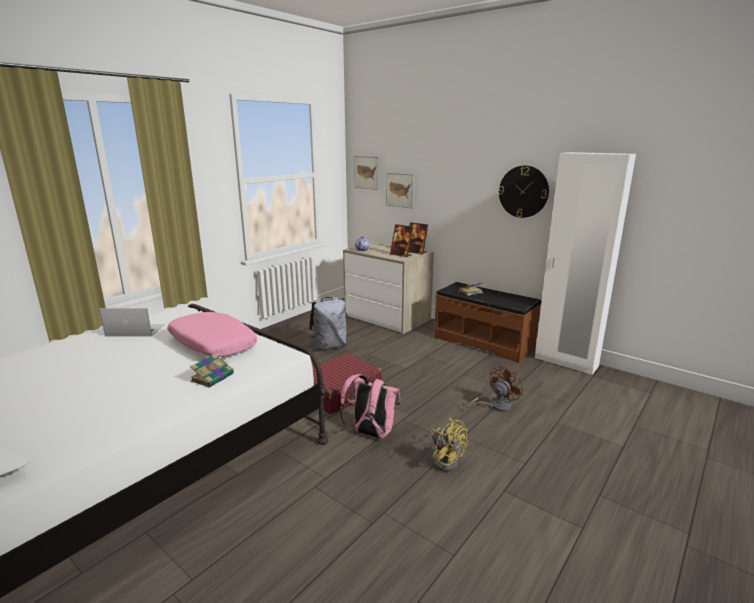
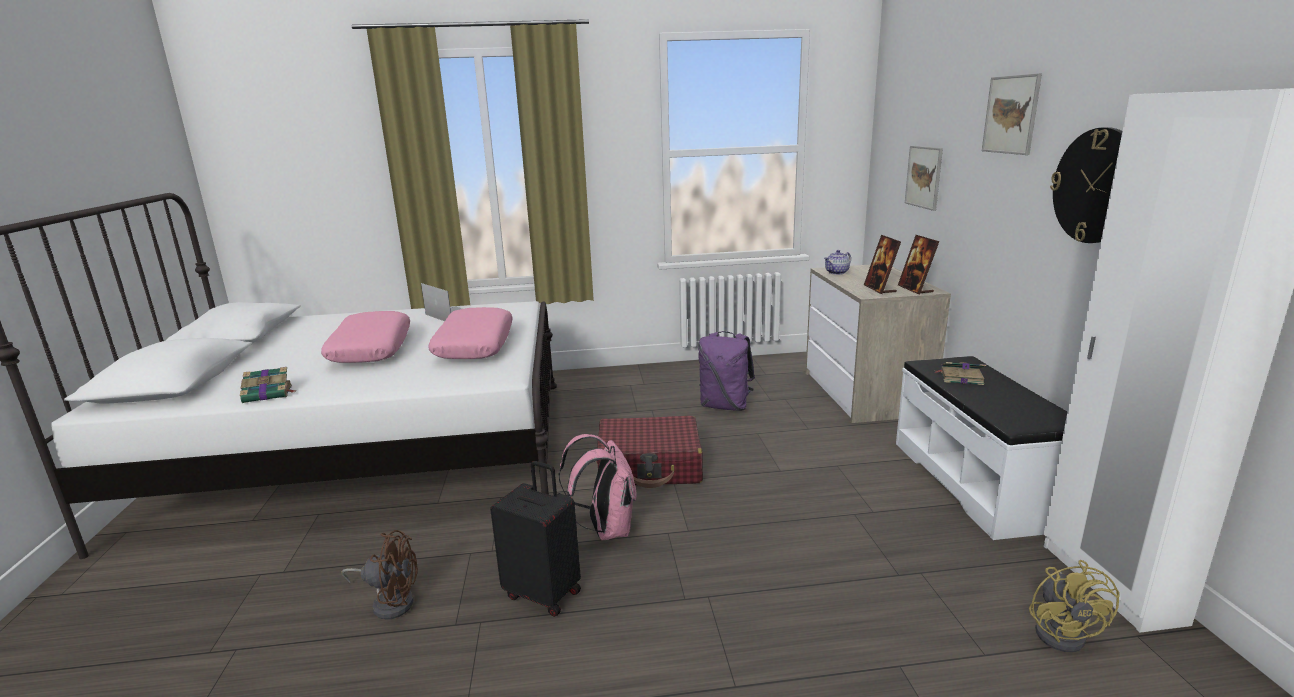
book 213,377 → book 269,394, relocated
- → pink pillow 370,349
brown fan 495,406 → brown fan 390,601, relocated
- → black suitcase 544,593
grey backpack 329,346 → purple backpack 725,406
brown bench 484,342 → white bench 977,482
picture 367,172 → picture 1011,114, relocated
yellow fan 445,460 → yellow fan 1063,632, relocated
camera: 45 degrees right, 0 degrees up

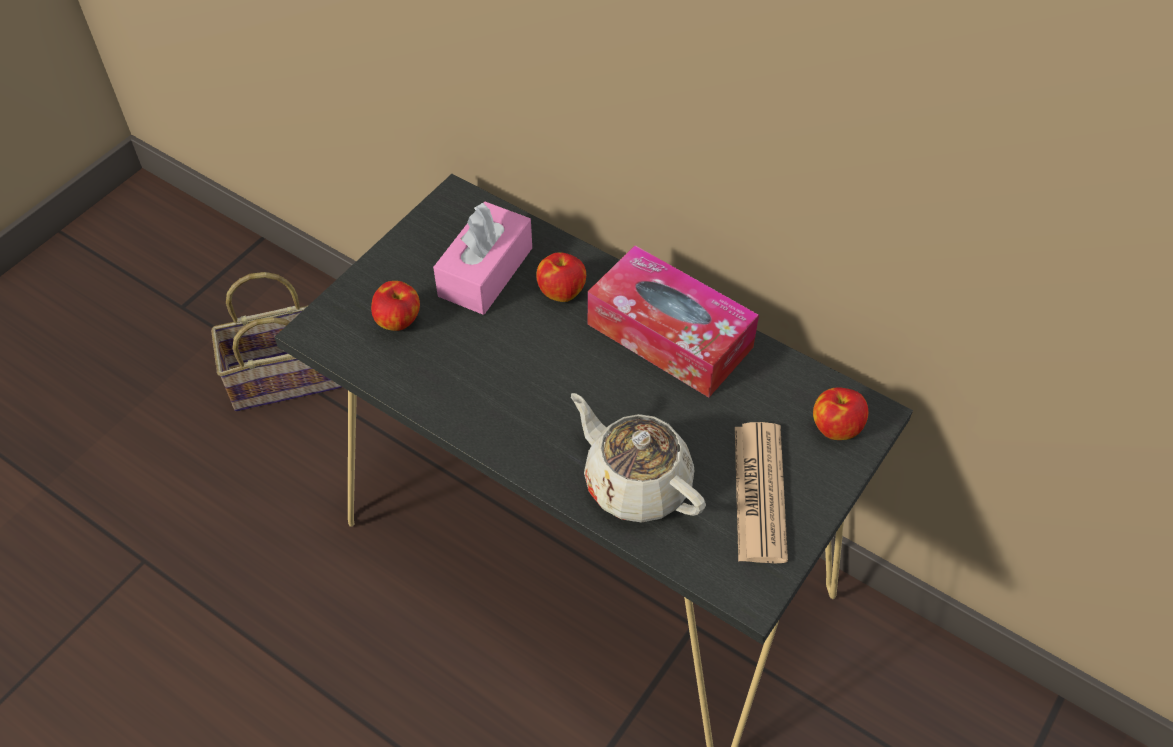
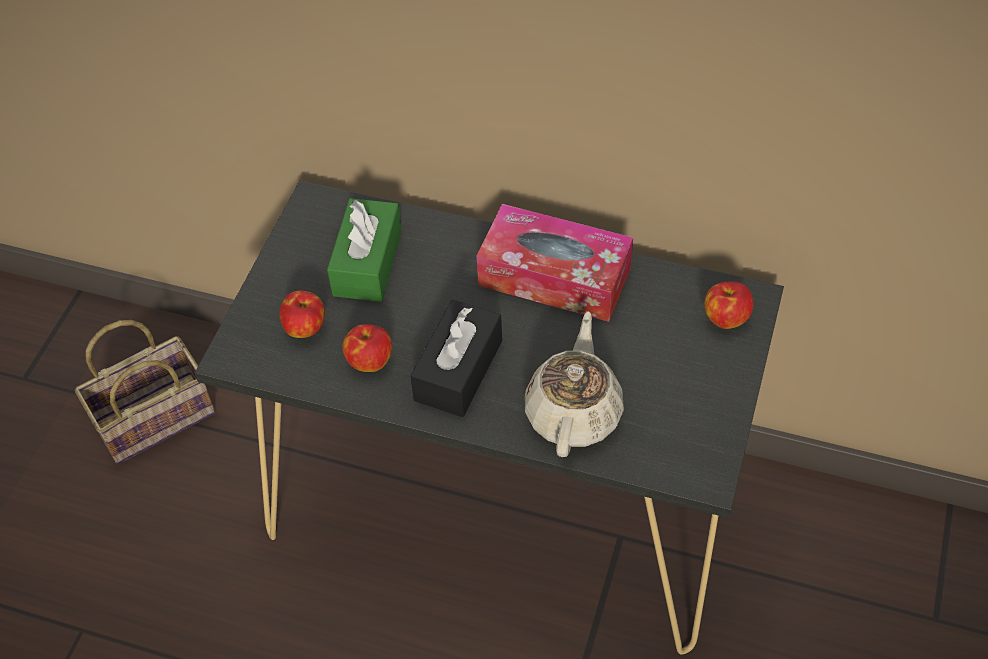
pink tissue box 485,272 → green tissue box 367,262
apple 561,291 → apple 370,361, relocated
- → black tissue box 458,370
beige teapot 635,482 → beige teapot 574,412, 75 degrees clockwise
newspaper 759,493 → -
camera: 15 degrees left, 0 degrees up

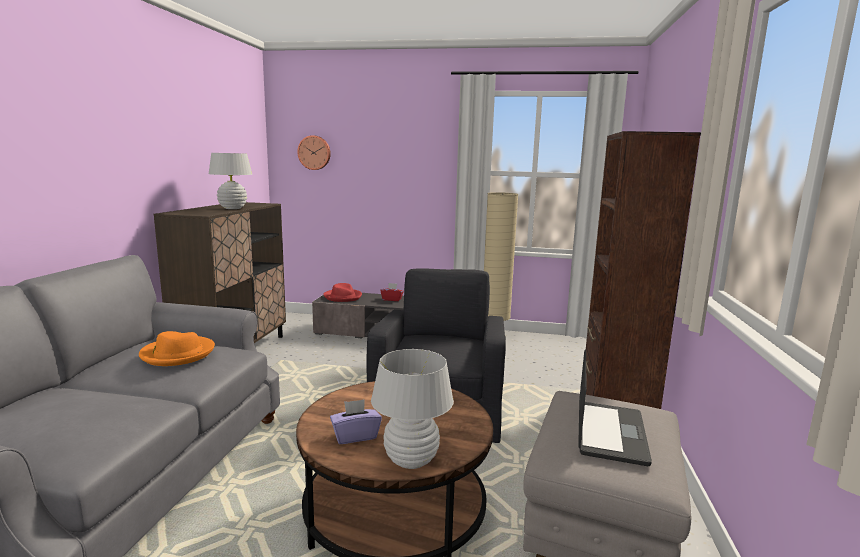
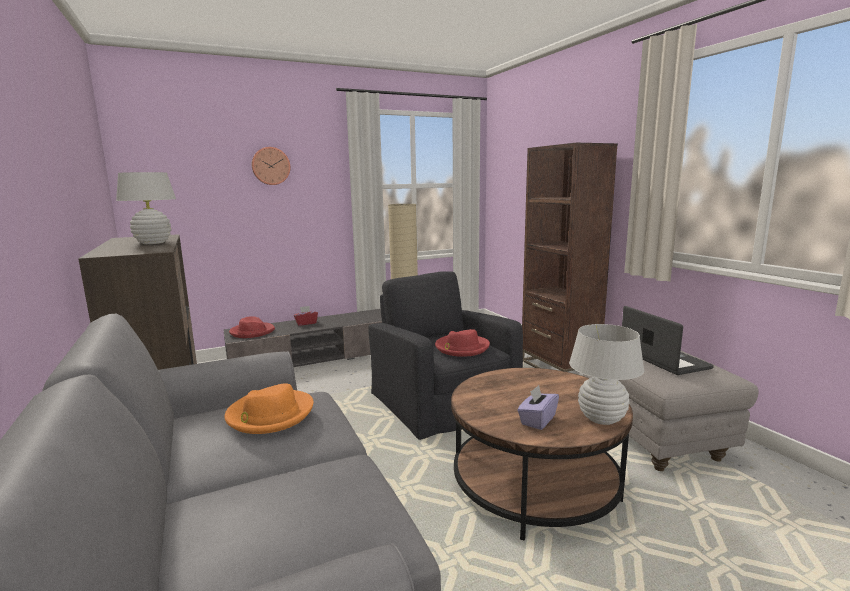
wall clock 314,152 → wall clock 270,166, relocated
- → red hat 461,348
camera: 35 degrees left, 0 degrees up

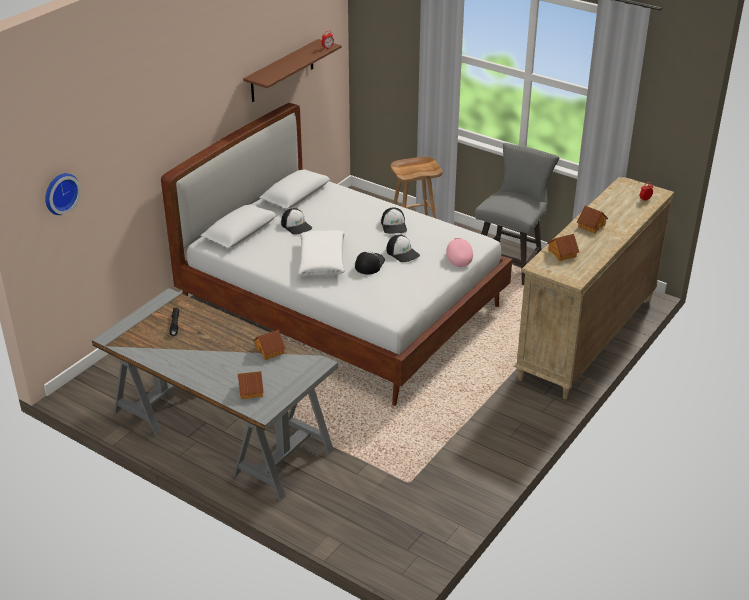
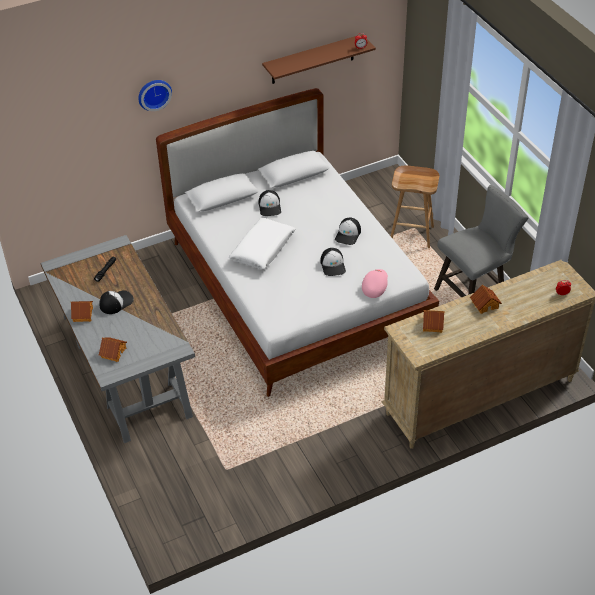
toy house 270,350 → toy house 83,314, relocated
cap 369,264 → cap 116,302, relocated
wall clock 60,193 → wall clock 154,93, relocated
camera: 30 degrees right, 10 degrees up

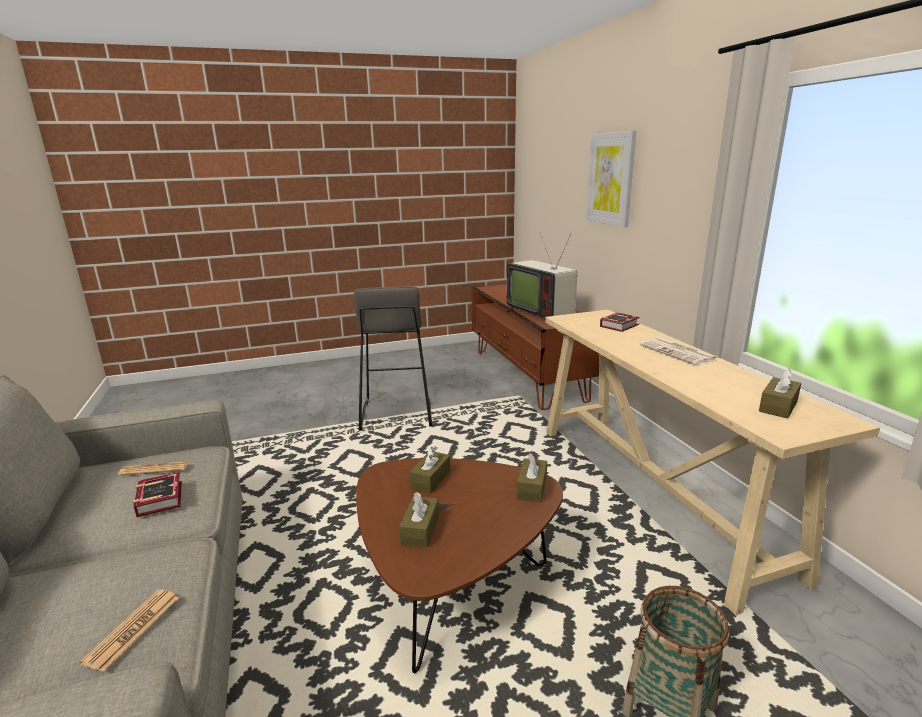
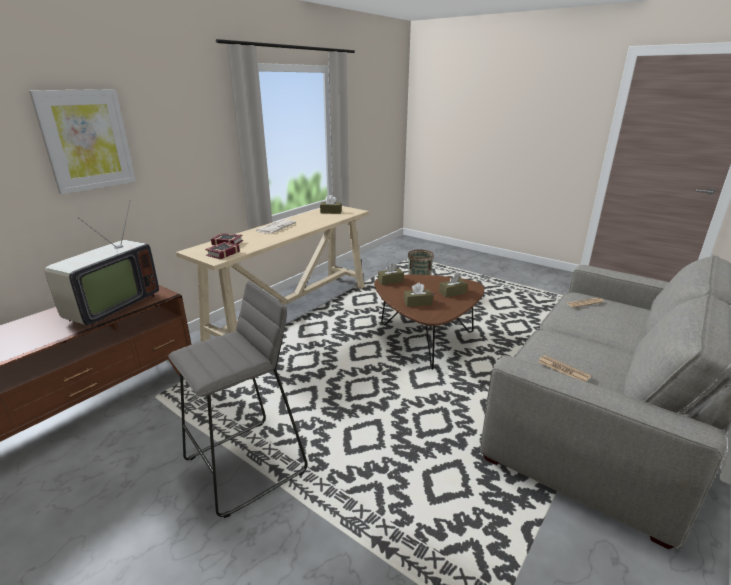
book 162,497 → book 221,254, relocated
camera: 125 degrees left, 5 degrees up

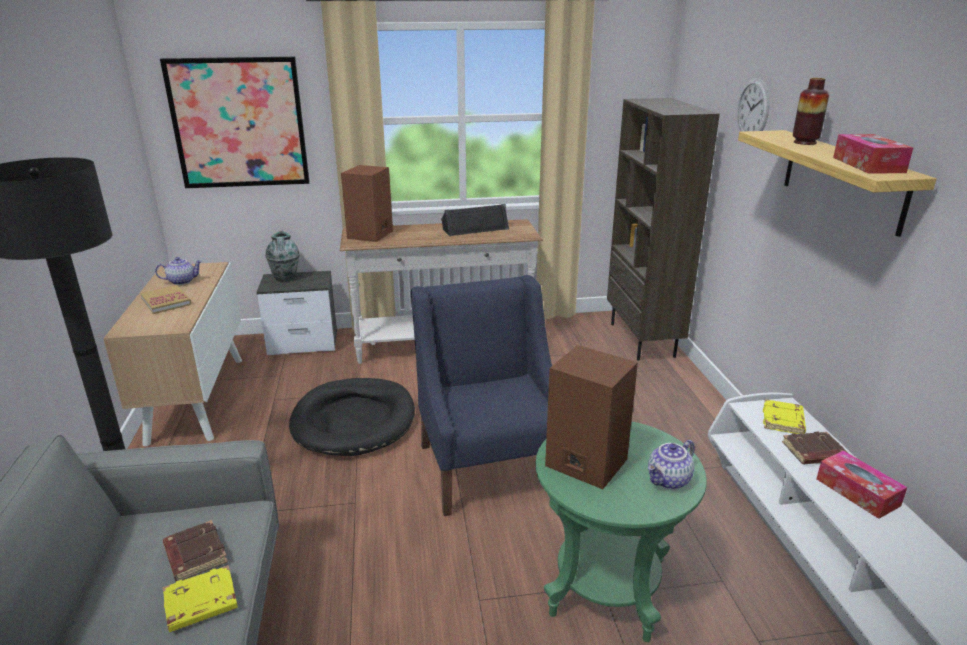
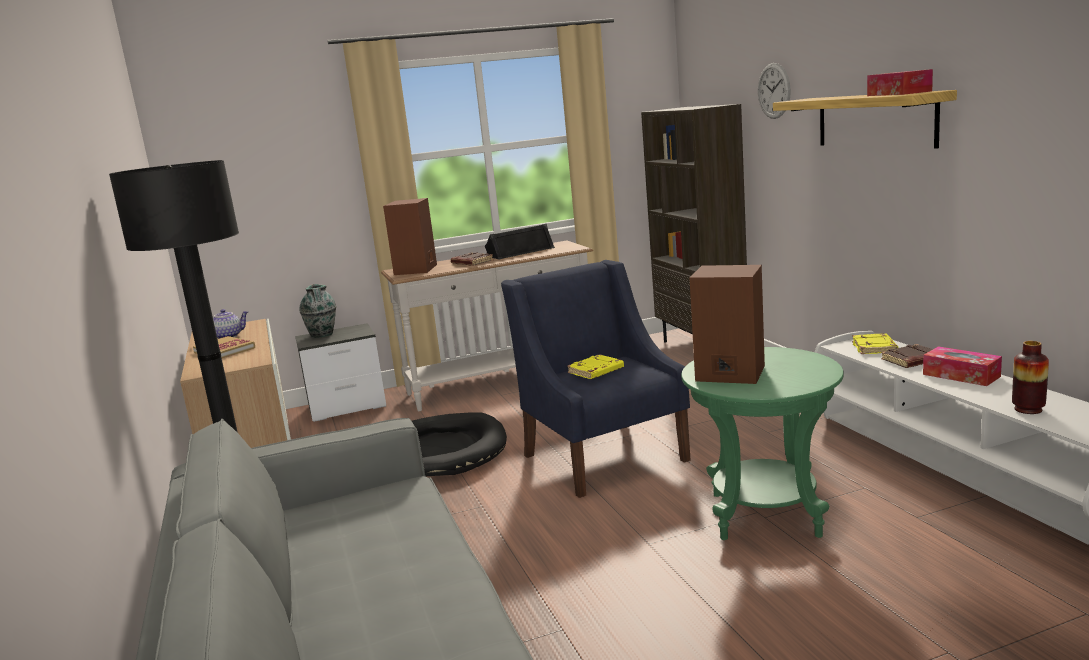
brown book 194,555 → brown book 471,262, relocated
yellow book 200,604 → yellow book 596,371, relocated
vase 805,142 → vase 1028,409, relocated
picture 239,123 → -
teapot 669,481 → -
camera: 10 degrees left, 10 degrees down

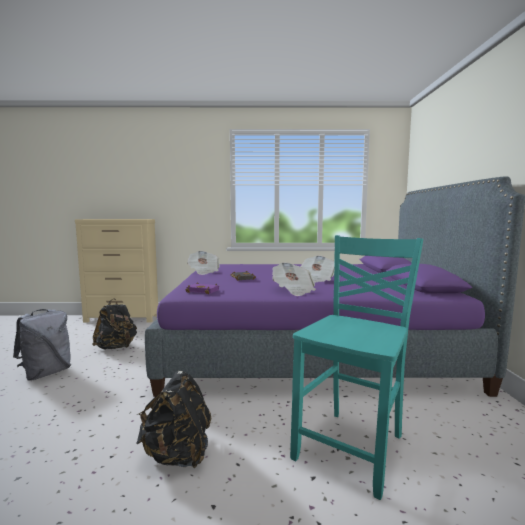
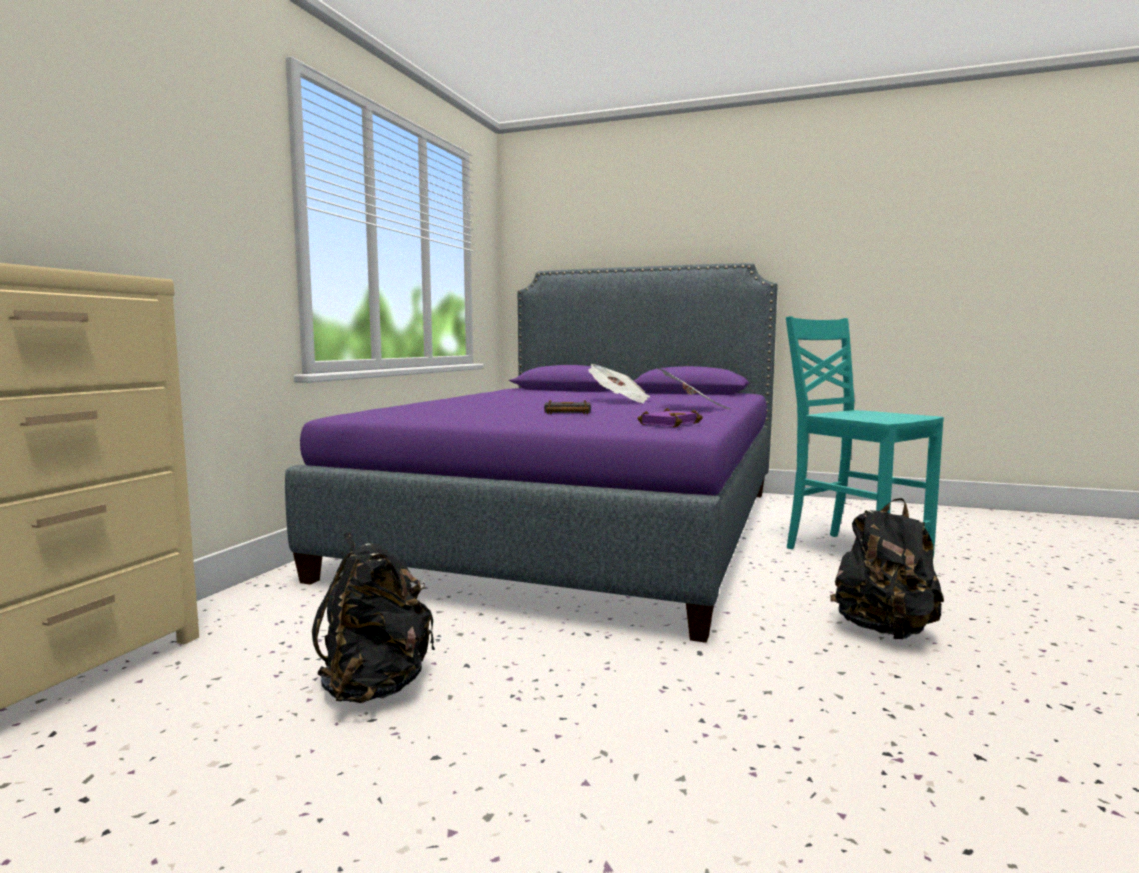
grey backpack 46,373 → -
newspaper 203,271 → -
camera: 70 degrees left, 0 degrees up

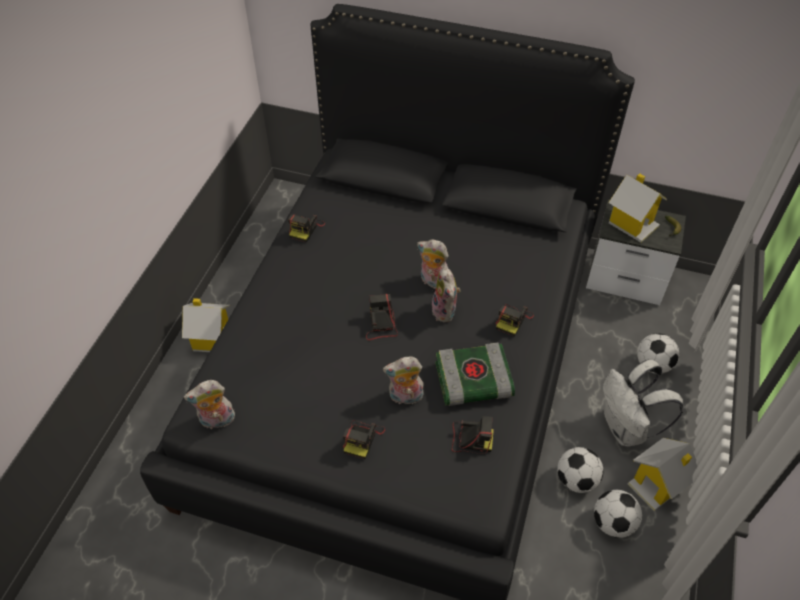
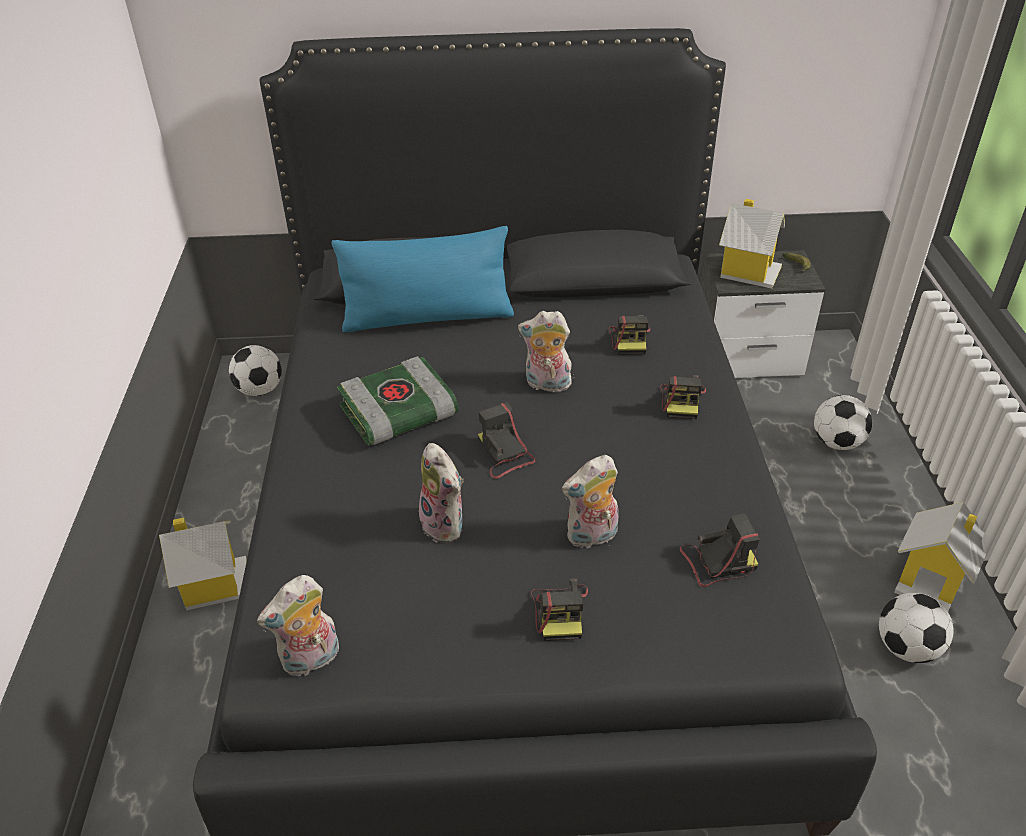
football 576,480 → football 260,390, relocated
- → blue pillow 428,317
book 472,382 → book 398,414, relocated
plush toy 446,311 → plush toy 446,525, relocated
photo camera 306,229 → photo camera 630,340, relocated
white backpack 626,429 → -
camera: 20 degrees left, 10 degrees down

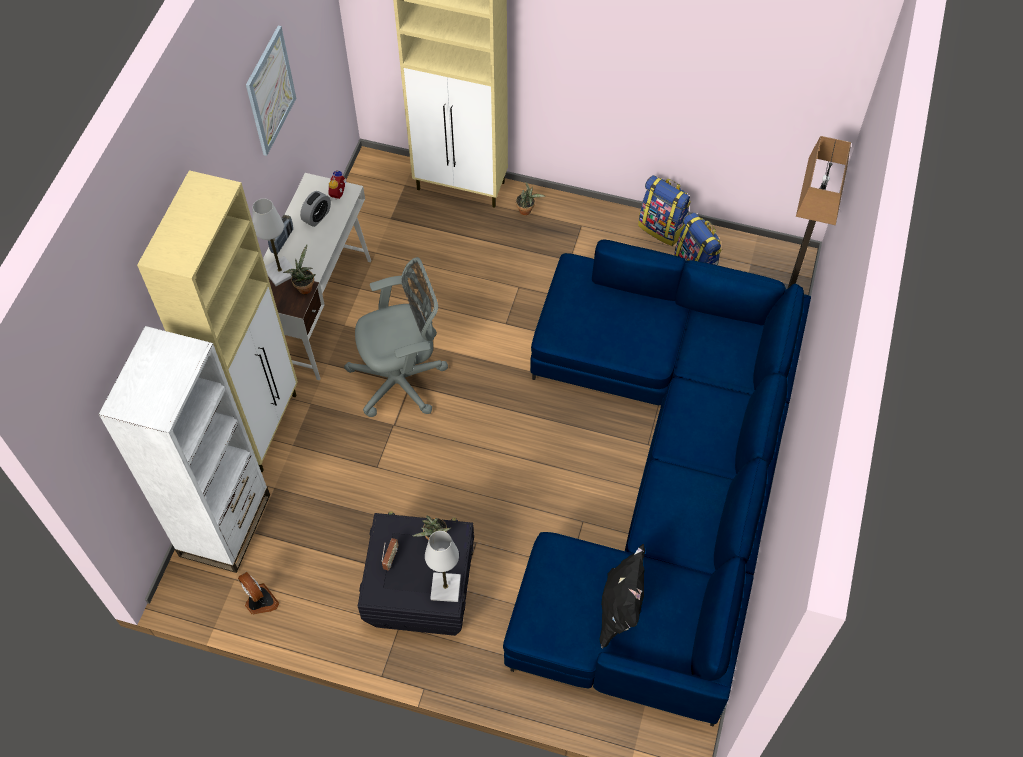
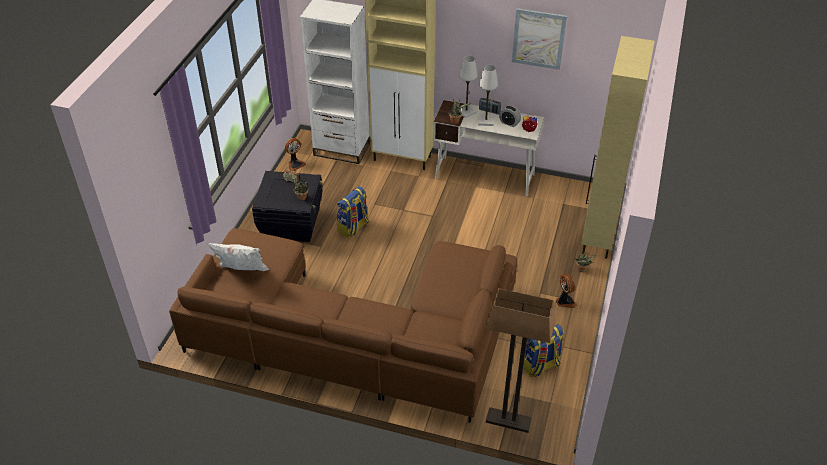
blue sofa 660,481 → brown sofa 356,335
black pillow 620,610 → white pillow 242,274
backpack 662,228 → backpack 353,228, relocated
white table lamp 445,587 → white table lamp 486,121, relocated
- → fan 564,301
grey office chair 402,380 → -
camera: 90 degrees right, 15 degrees down

